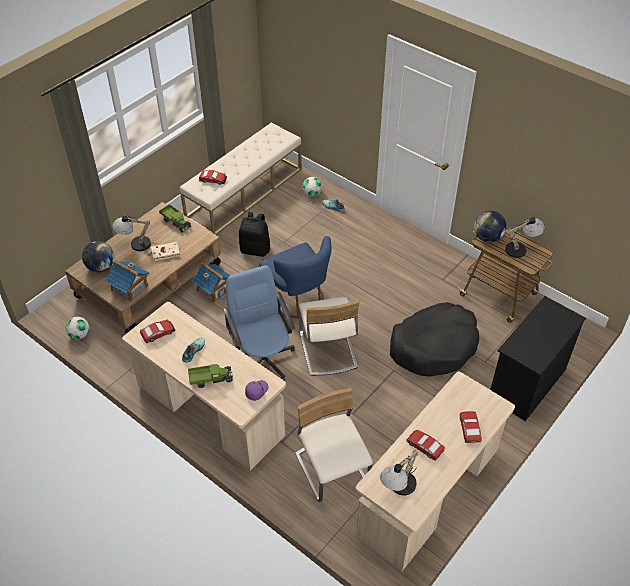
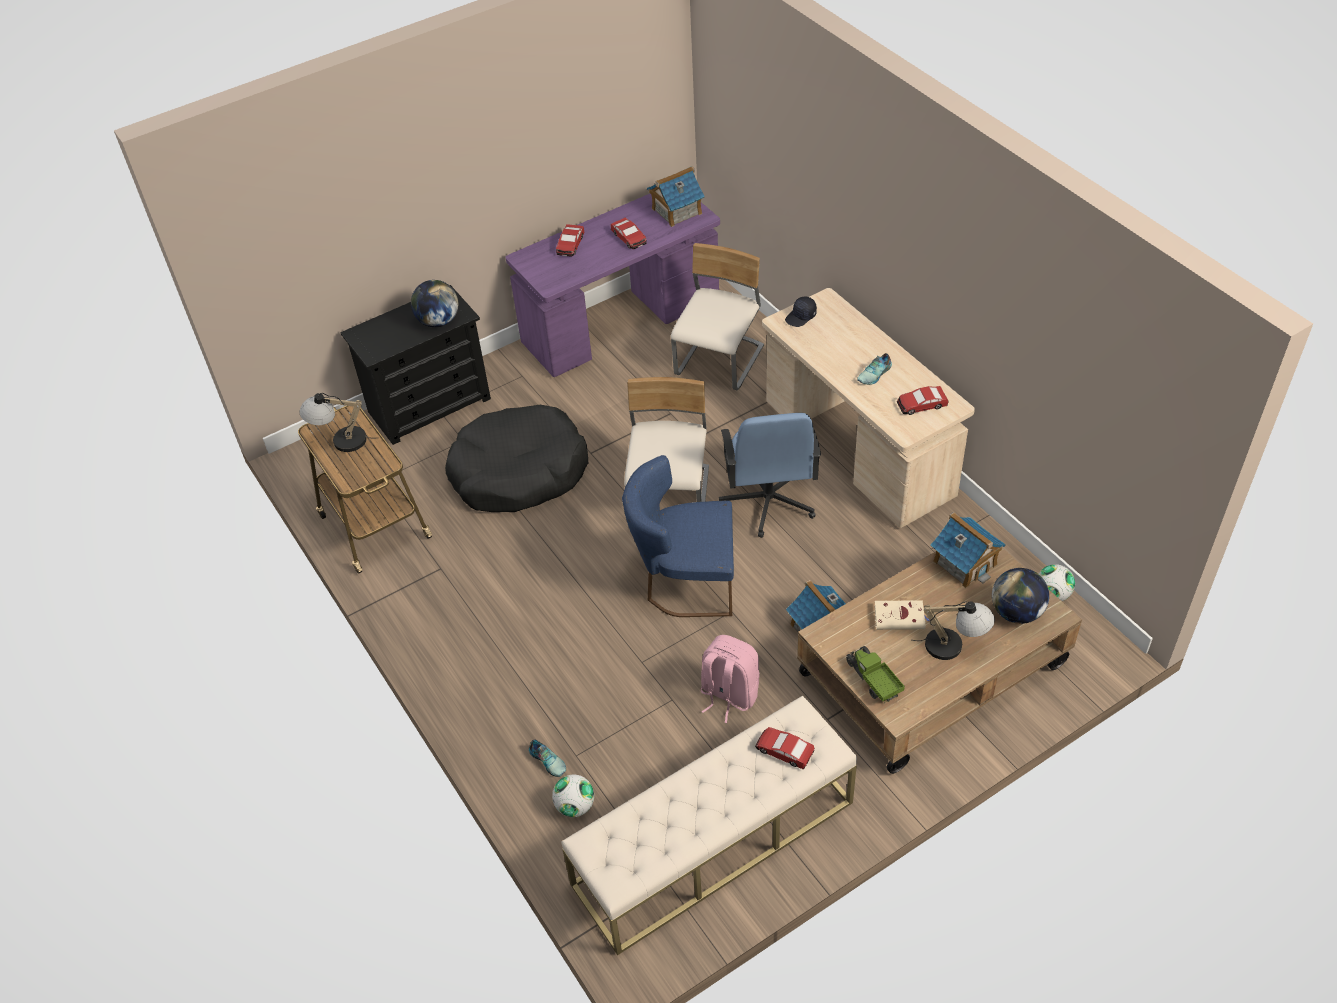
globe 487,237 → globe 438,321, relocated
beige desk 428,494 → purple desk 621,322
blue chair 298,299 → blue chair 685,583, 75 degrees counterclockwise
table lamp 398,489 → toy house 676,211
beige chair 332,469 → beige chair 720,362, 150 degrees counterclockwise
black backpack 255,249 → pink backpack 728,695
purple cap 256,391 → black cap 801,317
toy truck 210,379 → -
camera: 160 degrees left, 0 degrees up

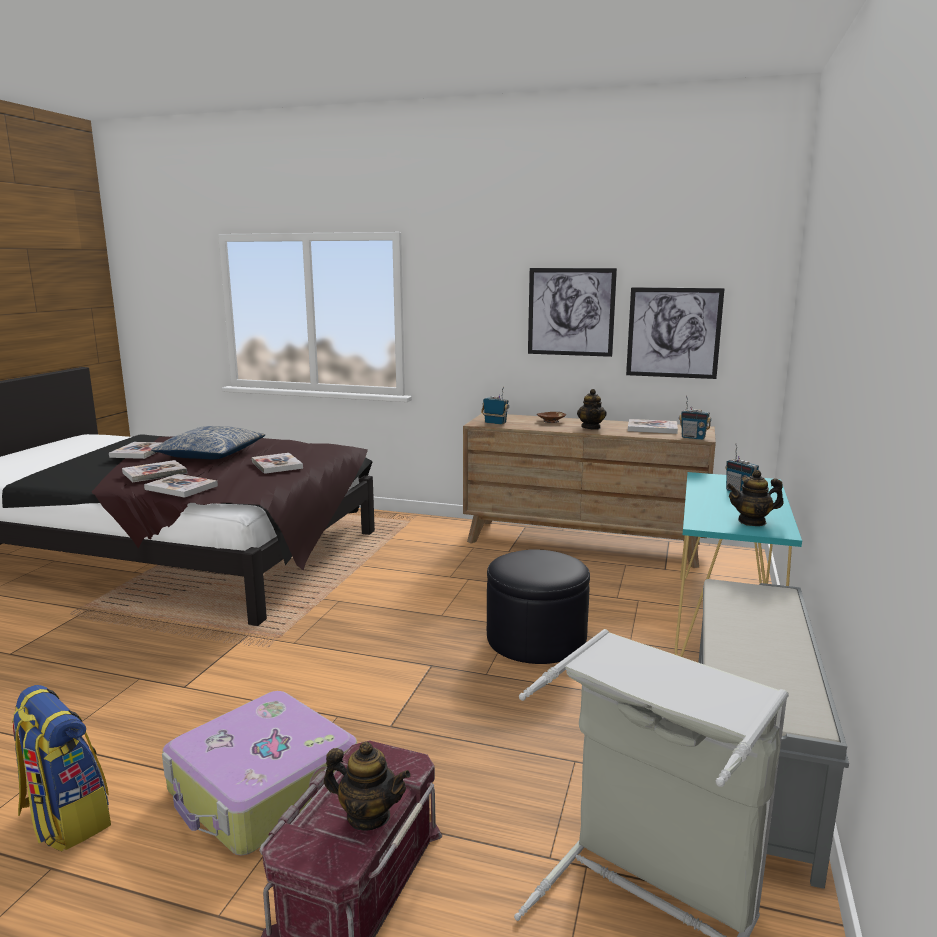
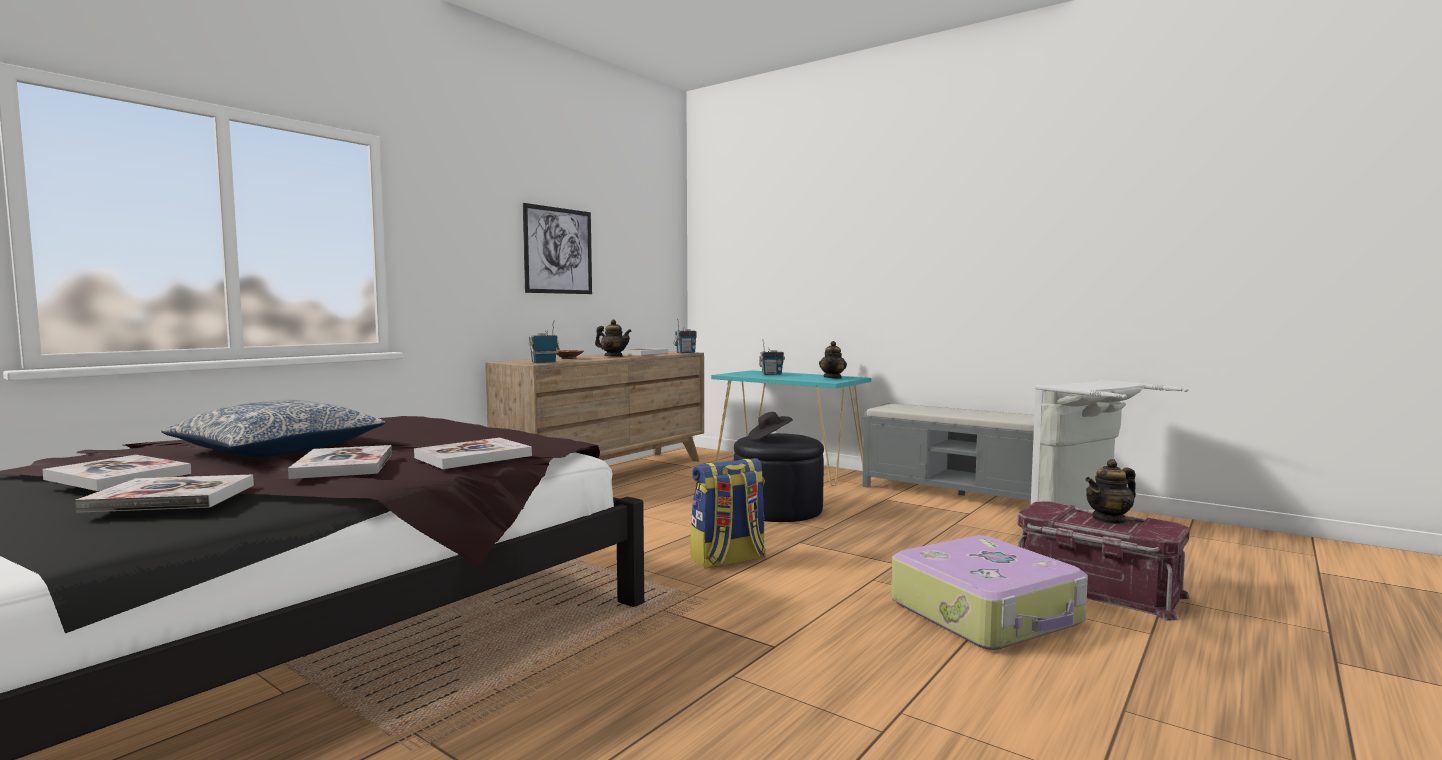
book 277,465 → book 171,498, relocated
backpack 65,819 → backpack 728,560, relocated
- → black hat 769,438
teapot 368,816 → teapot 1109,519, 150 degrees counterclockwise
picture 673,333 → -
camera: 70 degrees left, 10 degrees down

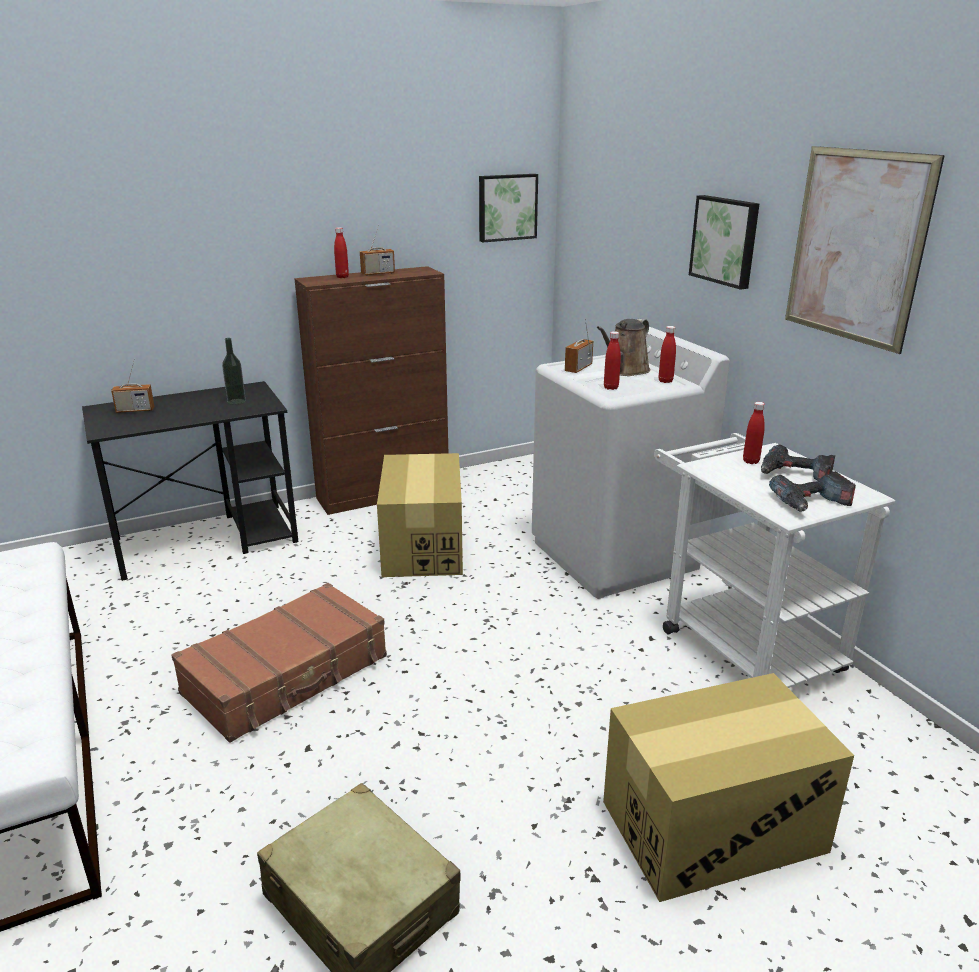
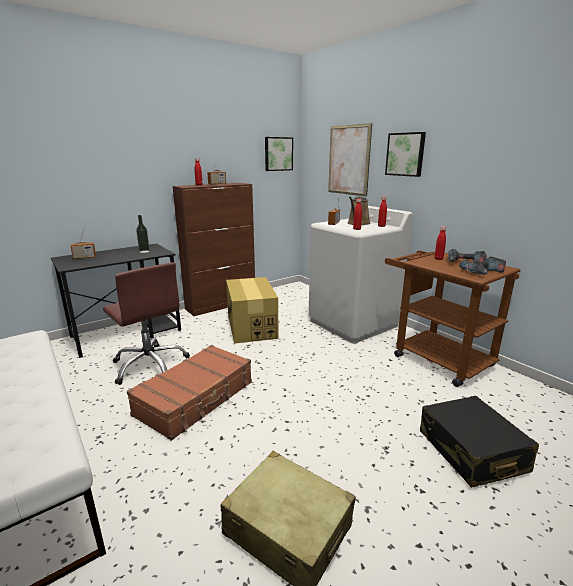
- → brown office chair 150,365
picture 856,247 → picture 348,160, relocated
white cart 739,642 → brown cart 435,357
cardboard box 713,826 → black suitcase 471,451
camera: 10 degrees left, 5 degrees down

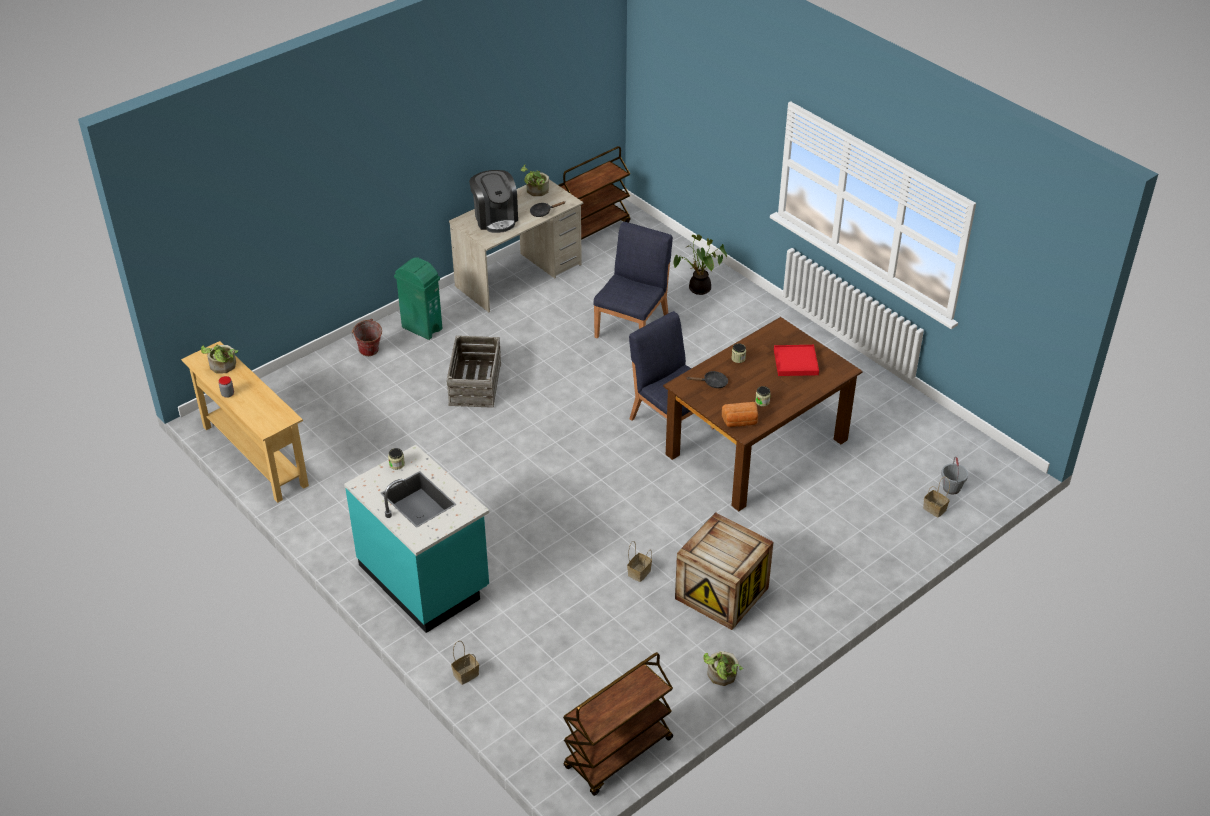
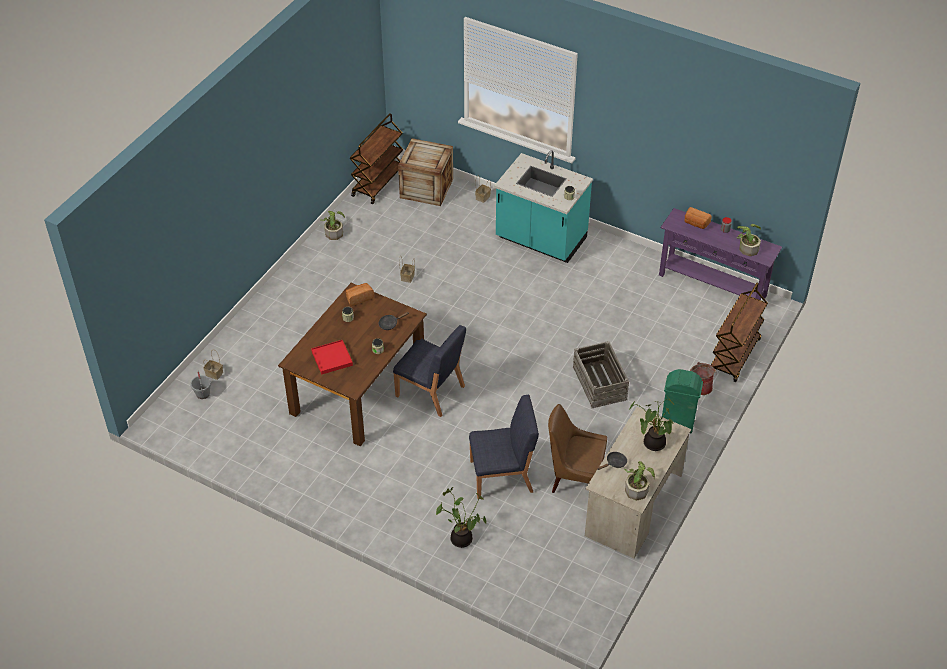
crate 721,593 → crate 426,188, relocated
blue chair 633,327 → blue chair 502,476, 105 degrees counterclockwise
- → brown chair 574,478
coffee machine 495,218 → potted plant 652,443
beige console table 254,456 → purple console table 712,285
- → bread 696,223
brown cart 592,229 → brown cart 735,356, relocated
camera: 160 degrees right, 5 degrees up

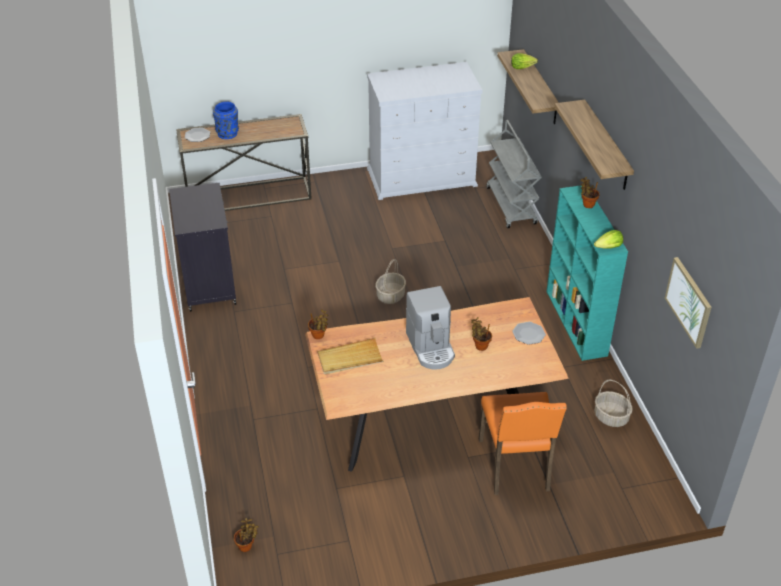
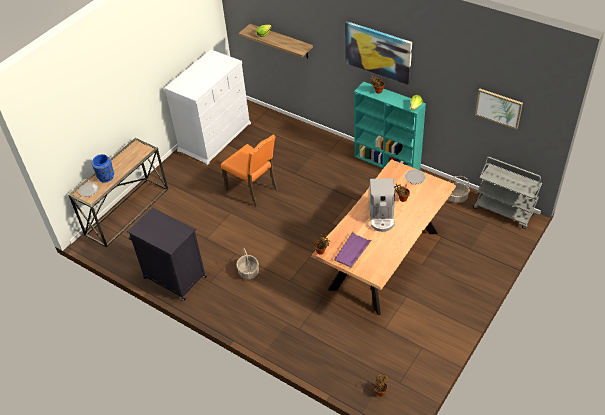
orange chair 516,466 → orange chair 253,189, relocated
basket 390,295 → basket 248,272, relocated
beige tray 350,358 → purple tray 352,251
shelf 606,146 → picture 378,52
coffee machine 431,347 → coffee machine 382,216, 60 degrees clockwise
grey cart 511,206 → grey cart 504,211, relocated
camera: 40 degrees left, 5 degrees up

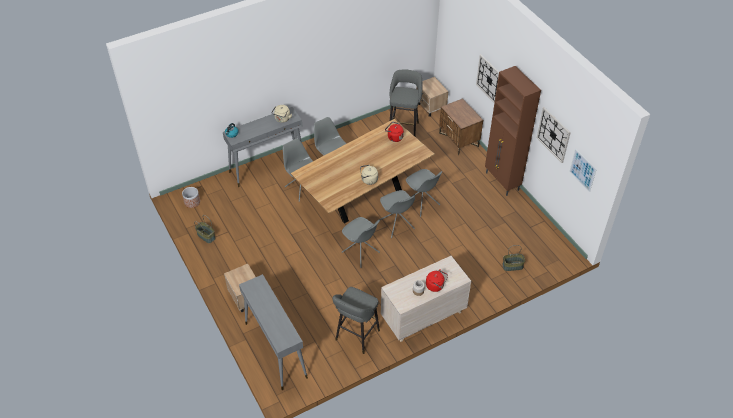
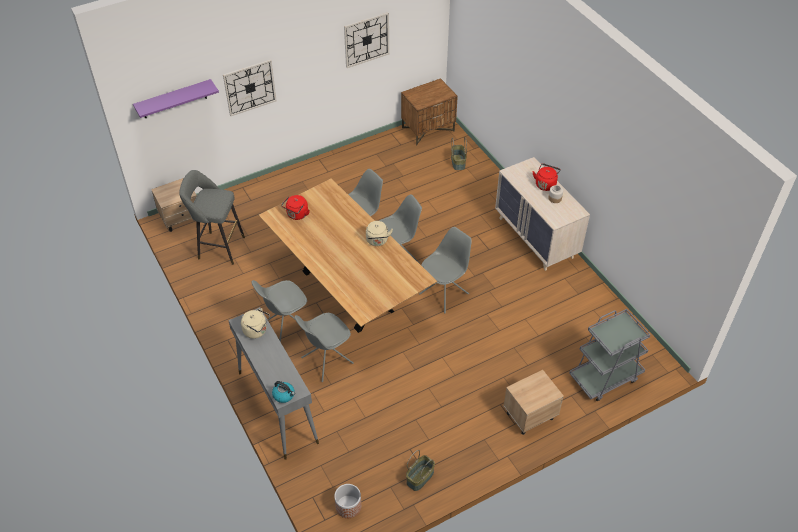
- → purple shelf 174,99
brown nightstand 459,140 → brown nightstand 428,129, relocated
grey console table 275,350 → grey cart 605,377
grey stool 356,337 → -
brown cabinet 502,182 → -
picture 582,170 → -
camera: 90 degrees left, 0 degrees up

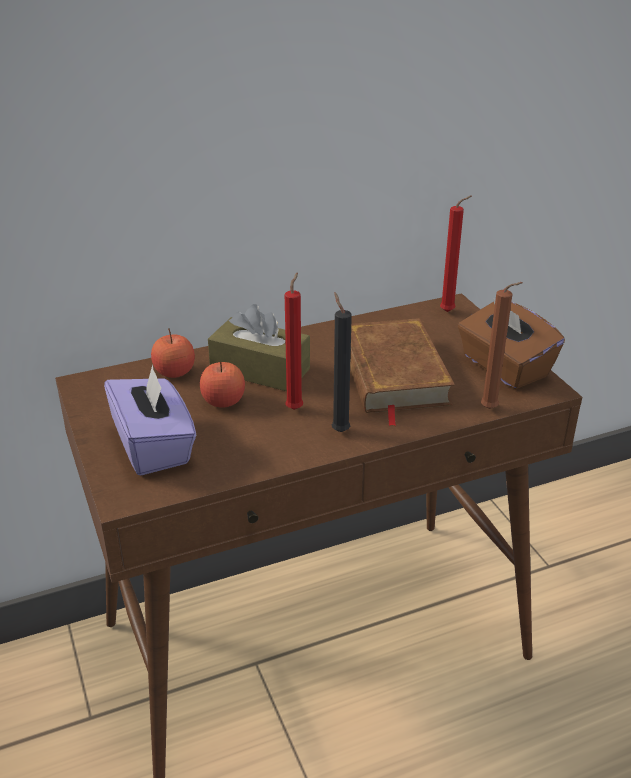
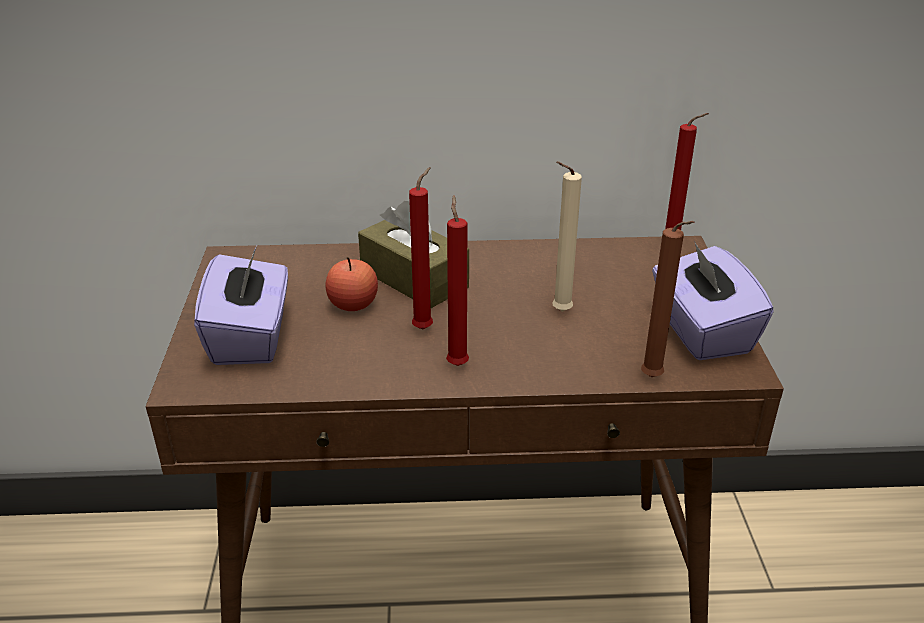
black candle 339,430 → red candle 457,363
brown book 391,374 → beige candle 558,312
brown tissue box 504,367 → purple tissue box 701,331
apple 174,372 → -
camera: 20 degrees right, 0 degrees up

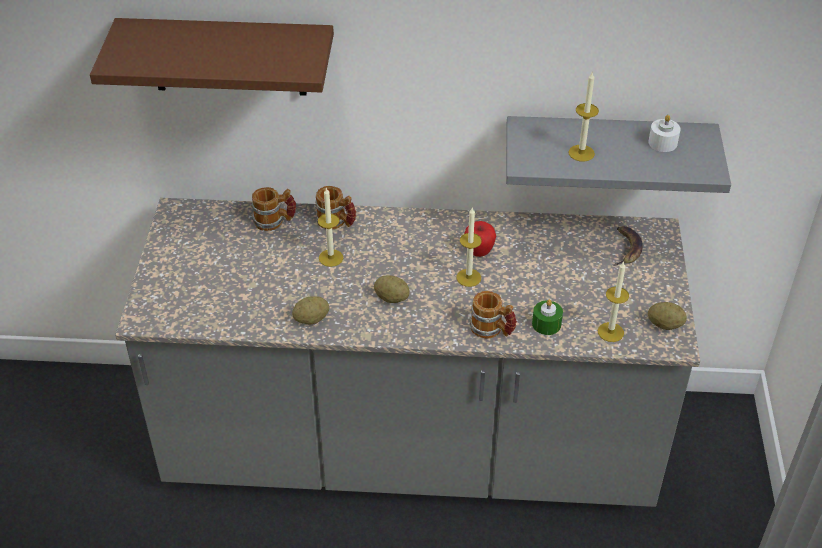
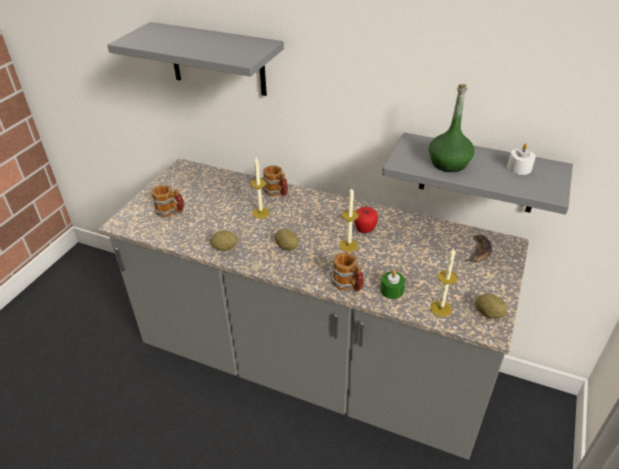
brown shelf 228,57 → grey shelf 217,59
mug 275,221 → mug 170,211, relocated
candle 581,153 → green bottle 448,163
camera: 20 degrees right, 5 degrees down

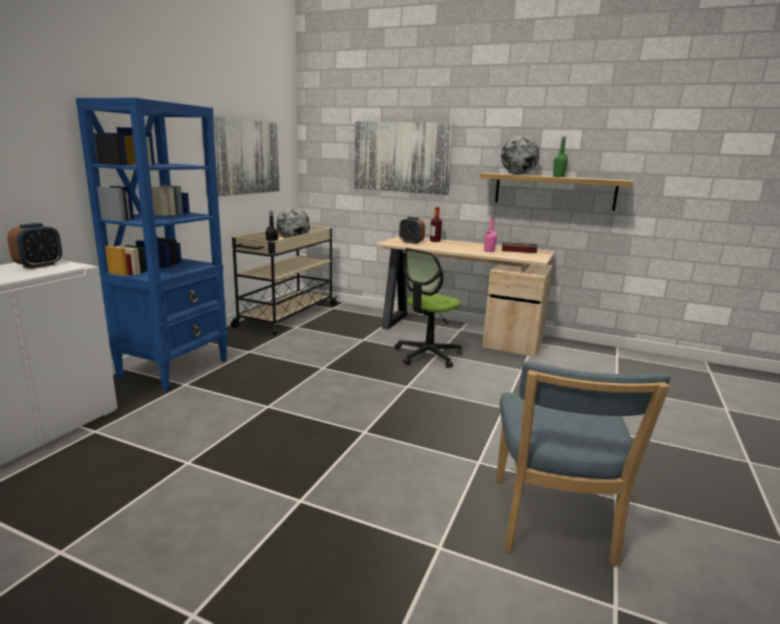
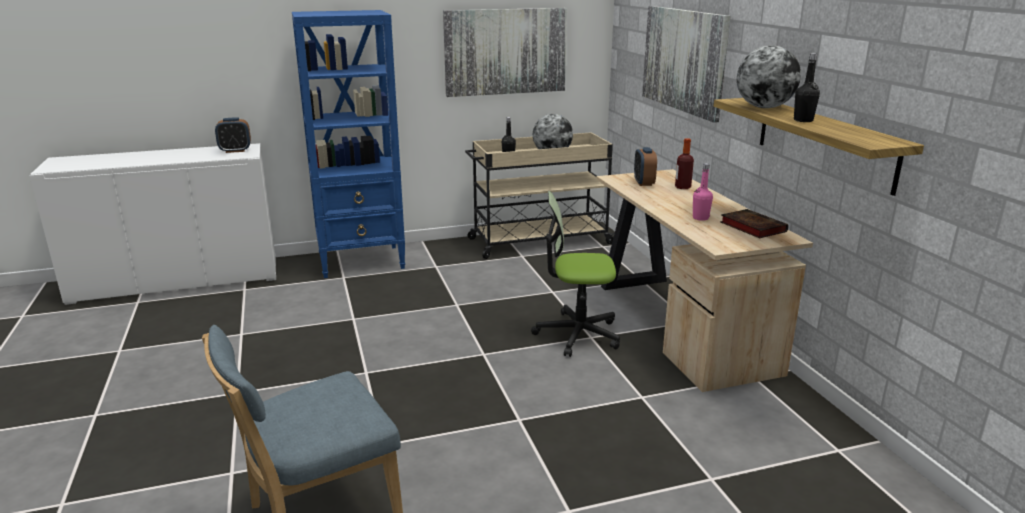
green bottle 558,176 → black bottle 803,120
camera: 50 degrees right, 5 degrees up

